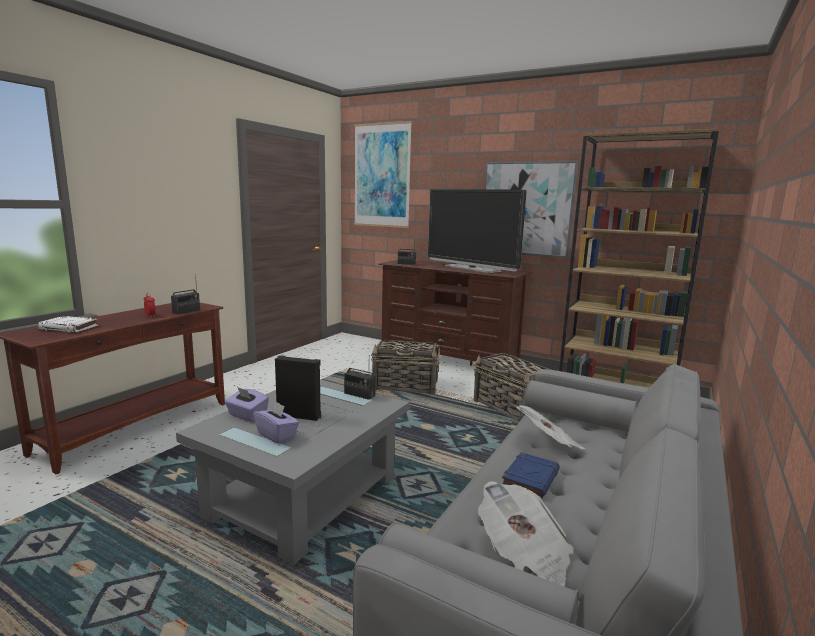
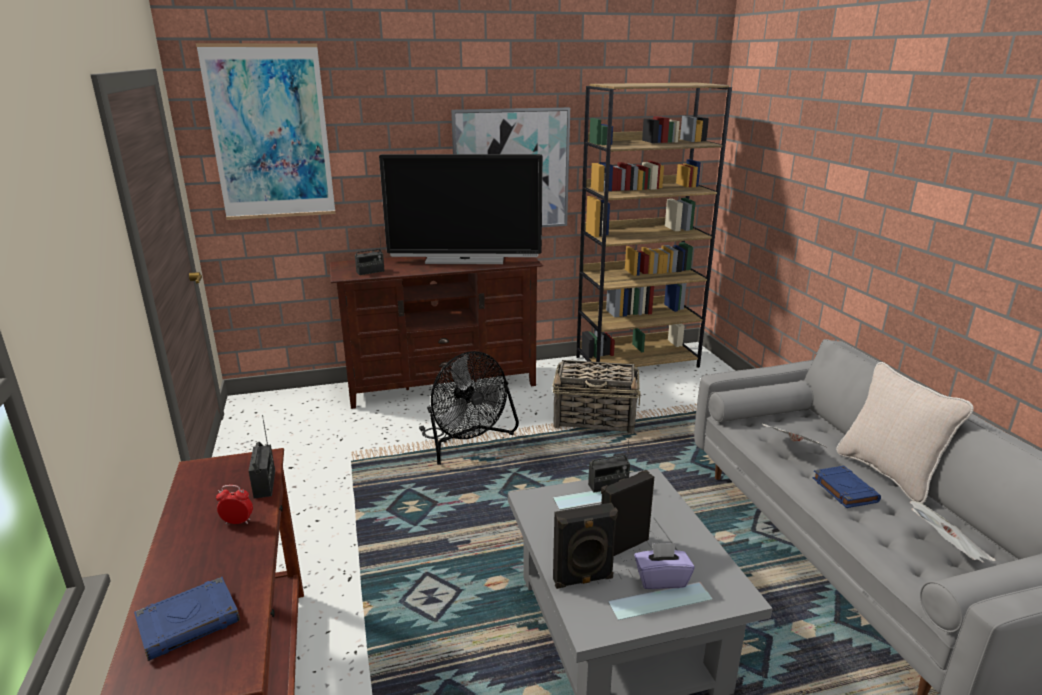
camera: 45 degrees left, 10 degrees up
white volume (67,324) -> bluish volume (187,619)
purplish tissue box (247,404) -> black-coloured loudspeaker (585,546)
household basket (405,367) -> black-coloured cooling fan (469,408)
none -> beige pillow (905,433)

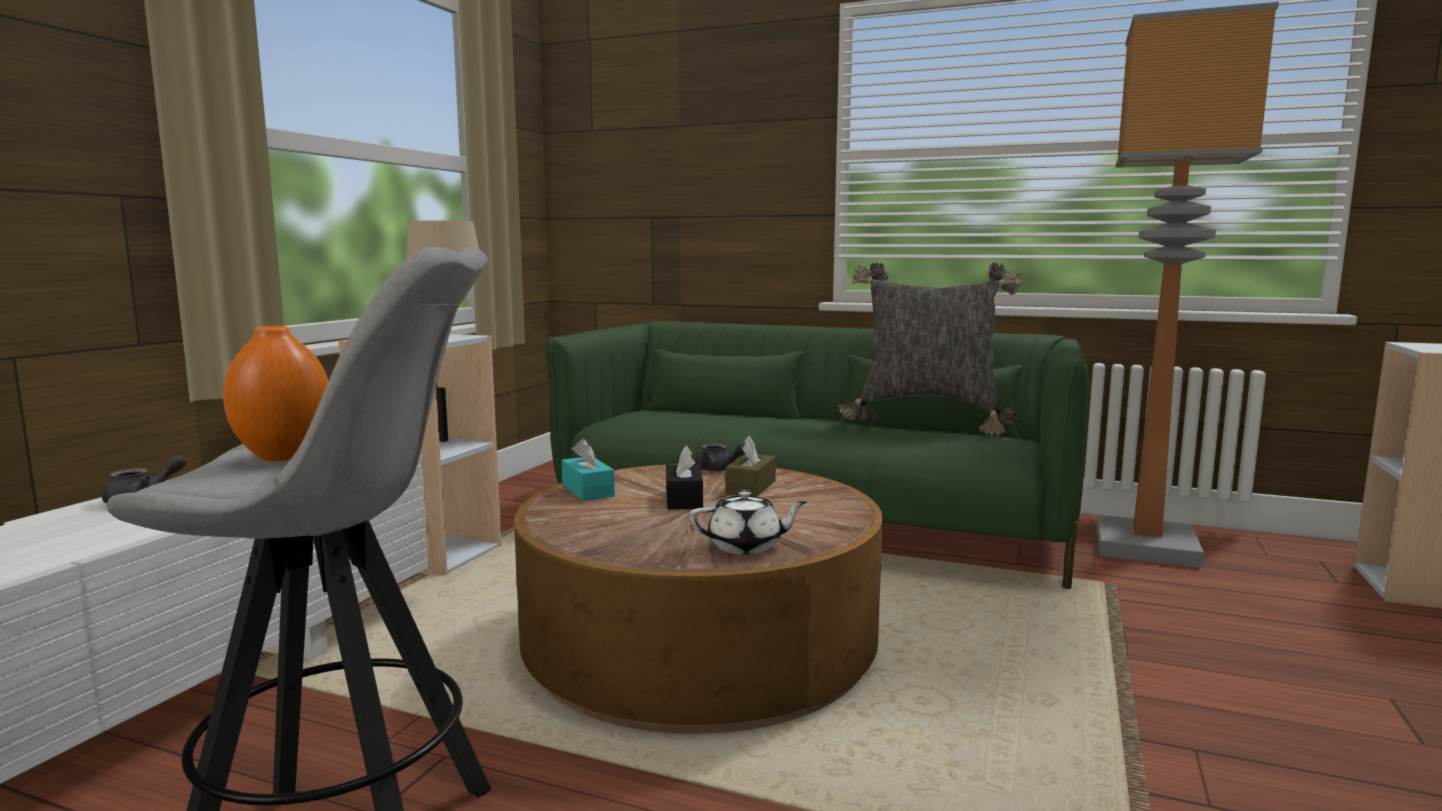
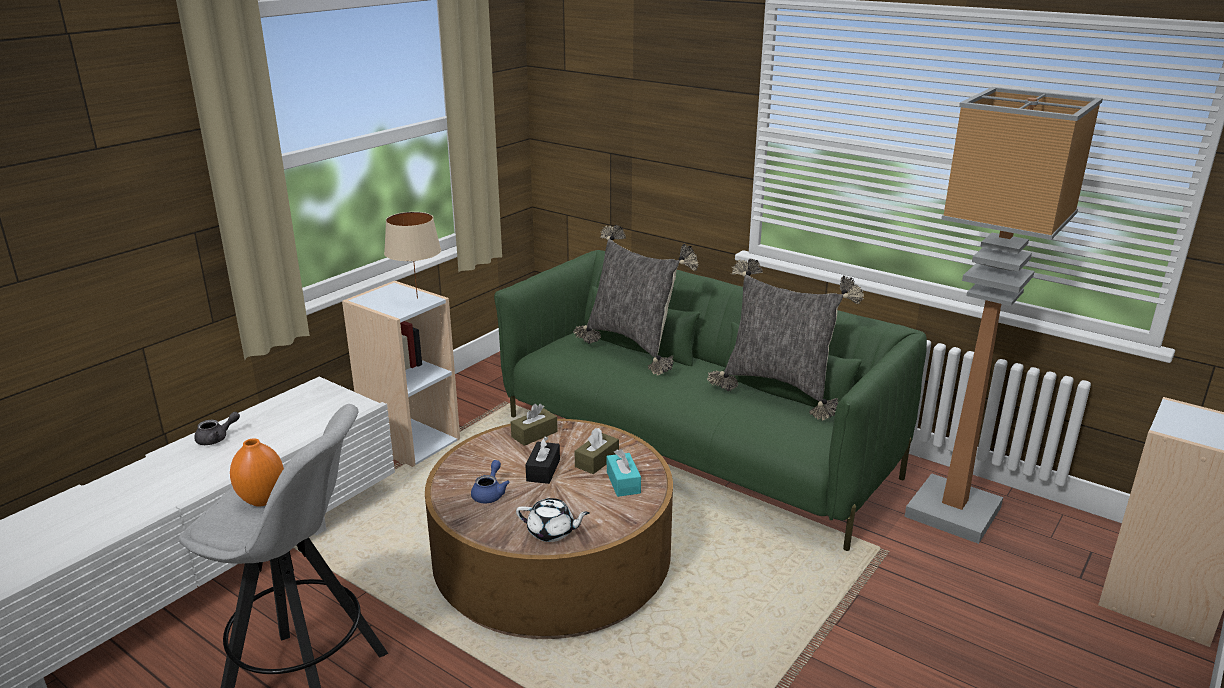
camera: 15 degrees right, 15 degrees up
turquoise-coloured tissue box (588,470) -> turquoise-coloured tissue box (624,473), shifted
grey teapot (720,457) -> none
none -> bluish teapot (490,481)
none -> brown-coloured tissue box (534,425)
none -> pillow (636,300)

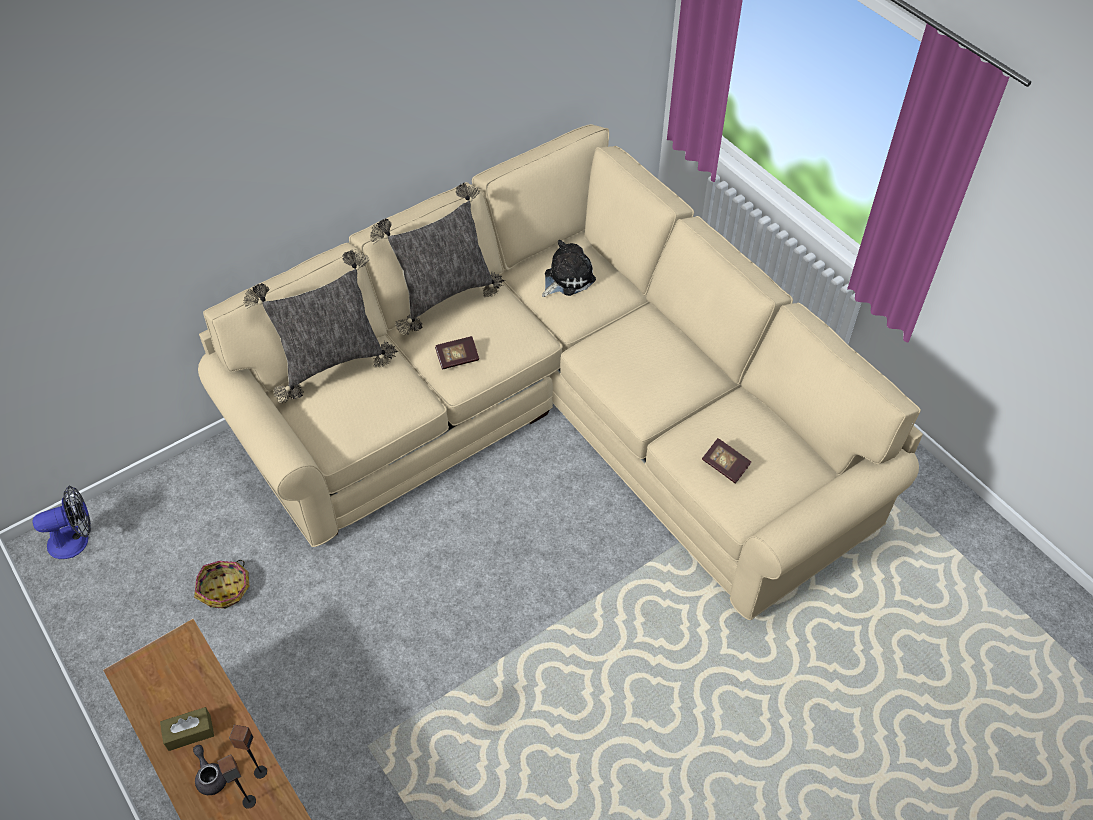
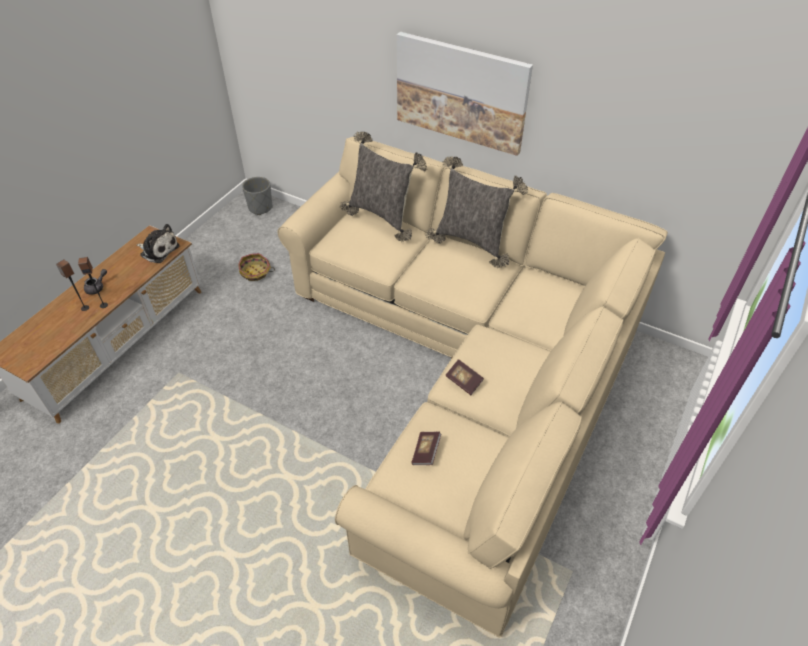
camera: 65 degrees right, 5 degrees down
cooling fan (61,522) -> grey planter (257,196)
brown-coloured tissue box (187,729) -> none
volume (457,353) -> volume (464,377), shifted
soft toy (569,268) -> soft toy (158,243), shifted
none -> wall art (465,94)

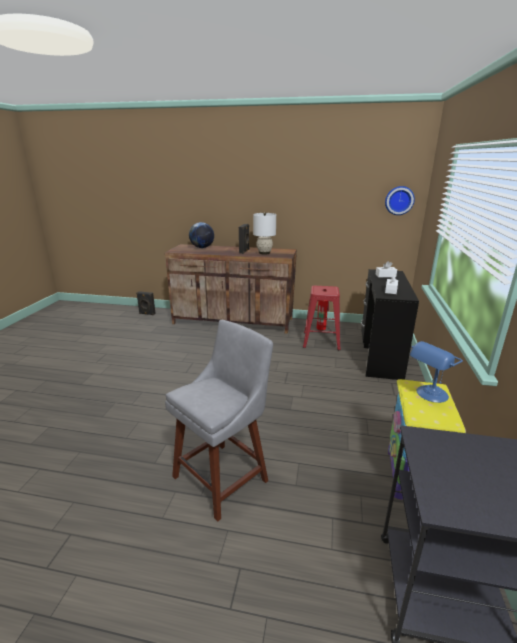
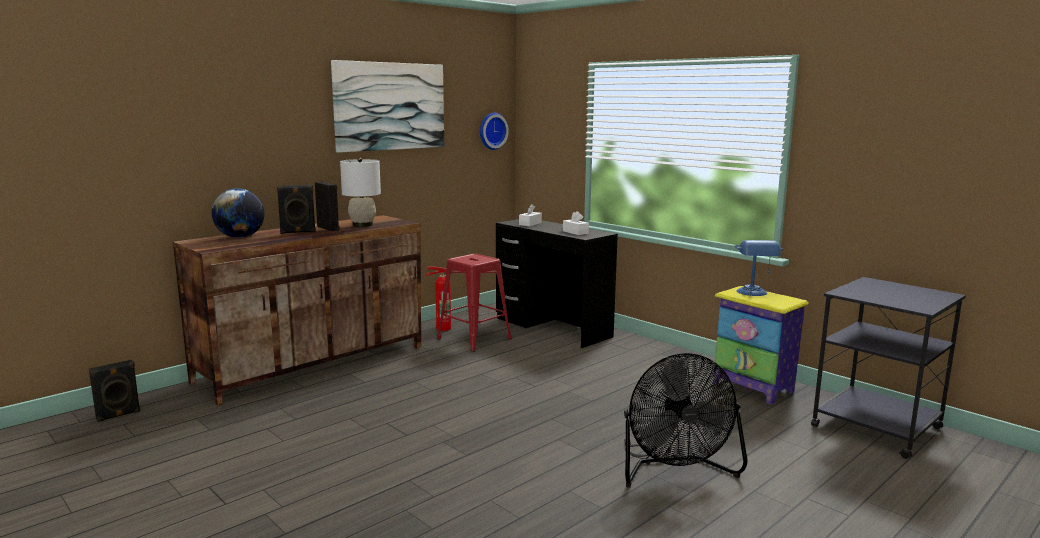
camera: 55 degrees left, 10 degrees down
grey plain chair (219,421) -> black-coloured cooling fan (686,420)
none -> black-coloured loudspeaker (296,209)
none -> wall art (387,106)

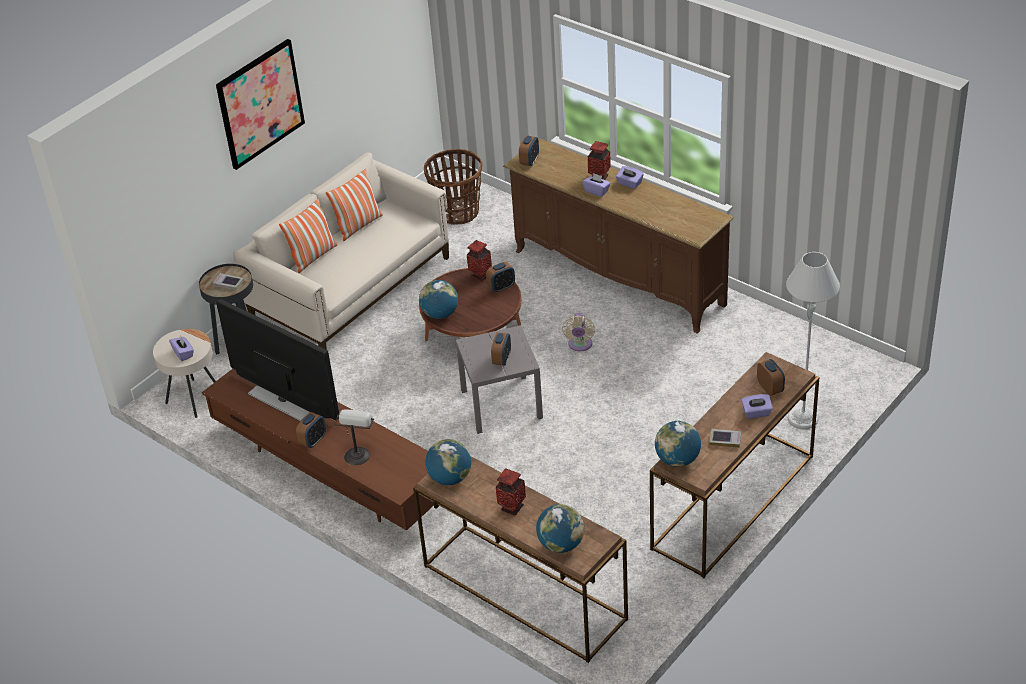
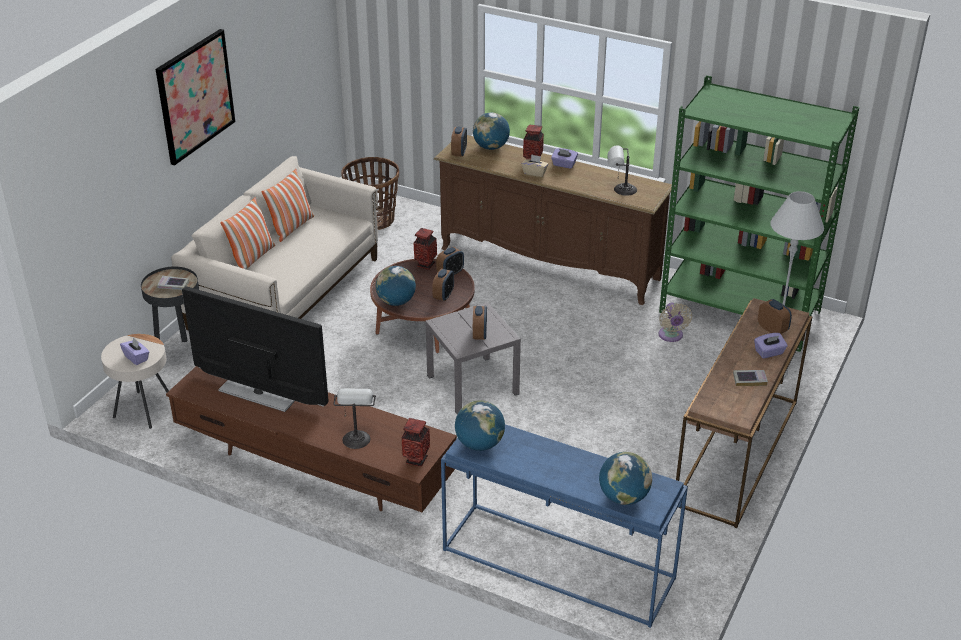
camera: 15 degrees left, 5 degrees down
alarm clock (311,430) -> alarm clock (443,285), shifted
brown-coloured console table (520,559) -> bluish console table (564,526)
flower vase (511,492) -> flower vase (416,442), shifted
beige cooling fan (578,332) -> beige cooling fan (675,322), shifted
purplish tissue box (596,185) -> beige tissue box (535,165)
globe (678,444) -> globe (491,131), shifted
none -> lamp for a table (622,170)
none -> green-coloured bookshelf (759,213)

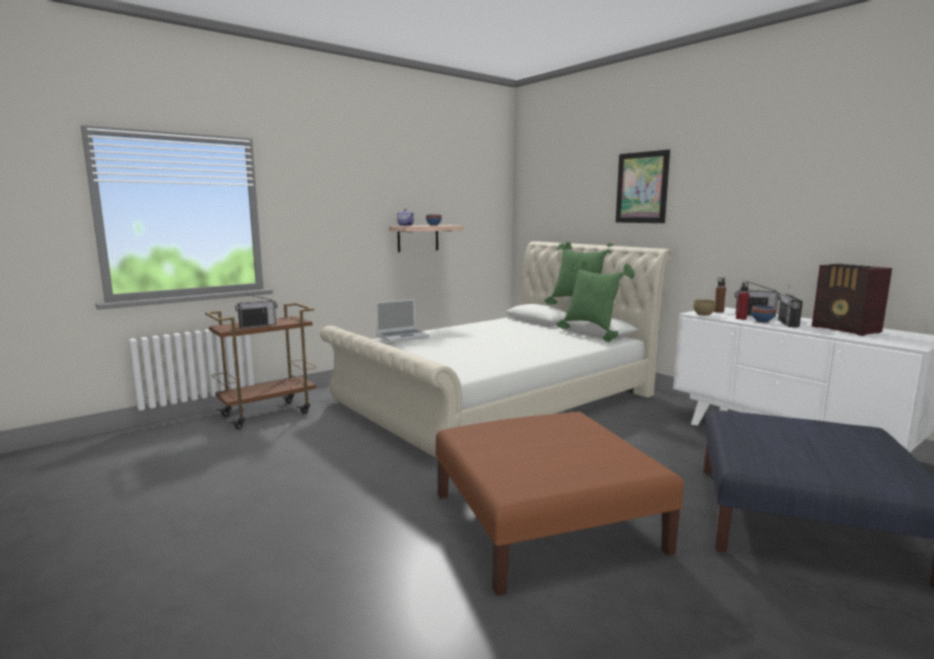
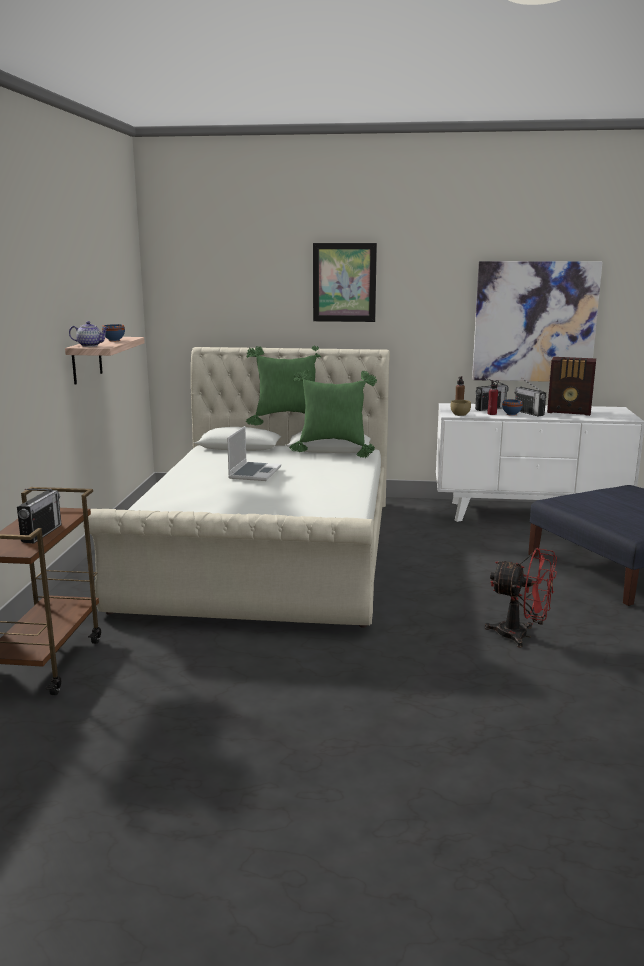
camera: 45 degrees left, 5 degrees up
portable computer (403,320) -> portable computer (254,453), shifted
brown-coloured pouffe (560,504) -> red-coloured cooling fan (521,598)
none -> wall art (537,321)

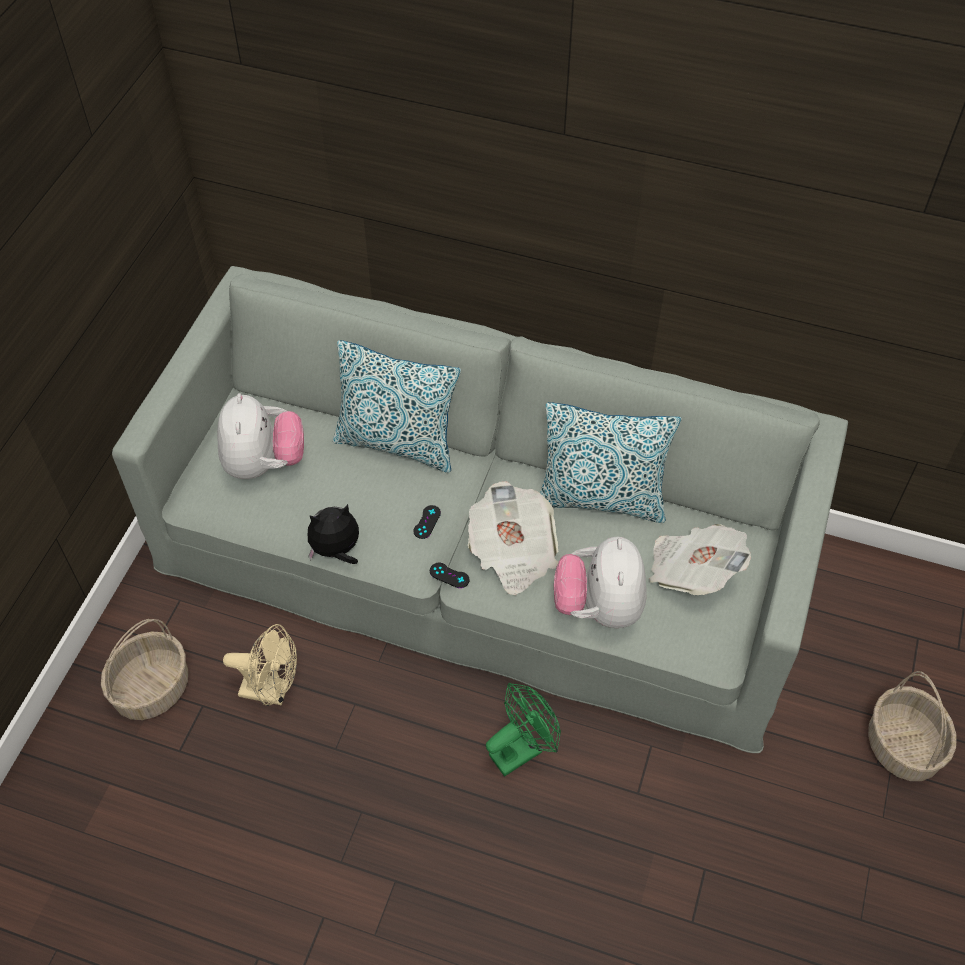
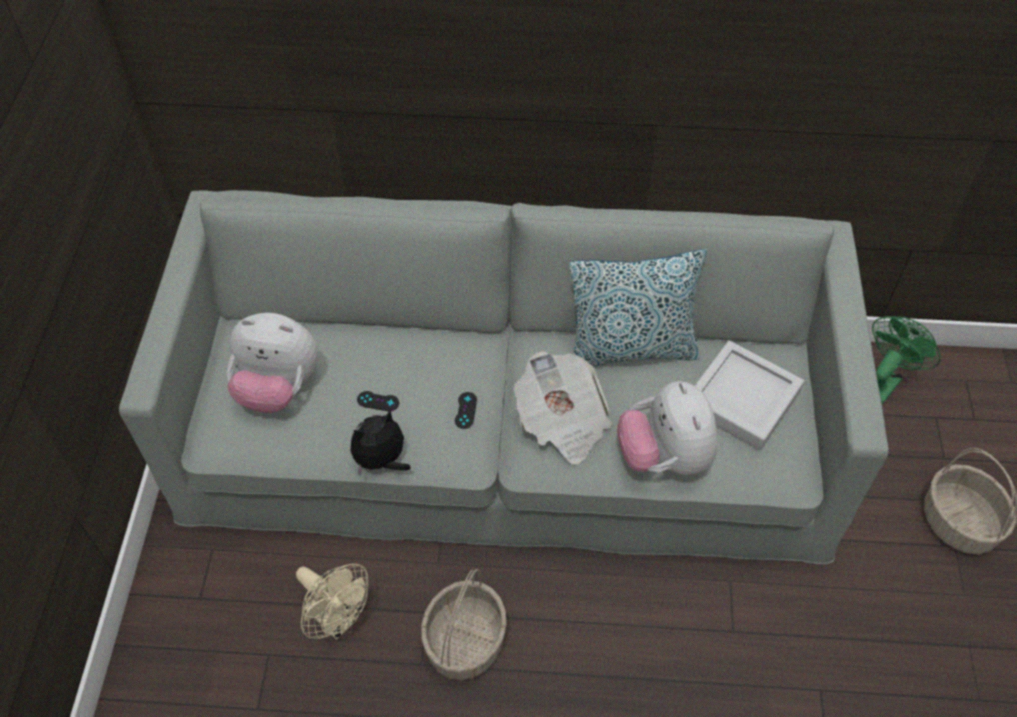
camera: 15 degrees left, 0 degrees up
household basket (144,669) -> household basket (464,624), shifted
soft toy (260,436) -> soft toy (272,363), 120 degrees clockwise
beige cooling fan (260,665) -> beige cooling fan (332,602), 45 degrees clockwise
pillow (397,406) -> none
black-coloured joypad (450,575) -> black-coloured joypad (378,401), shifted
green-coloured cooling fan (523,729) -> green-coloured cooling fan (906,360), shifted
newspaper (700,559) -> grey carrying tray (749,395)

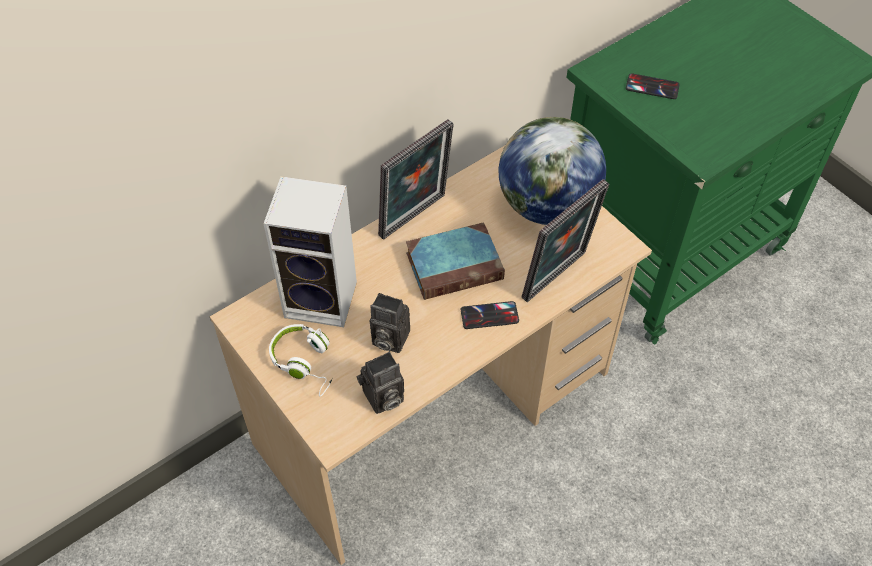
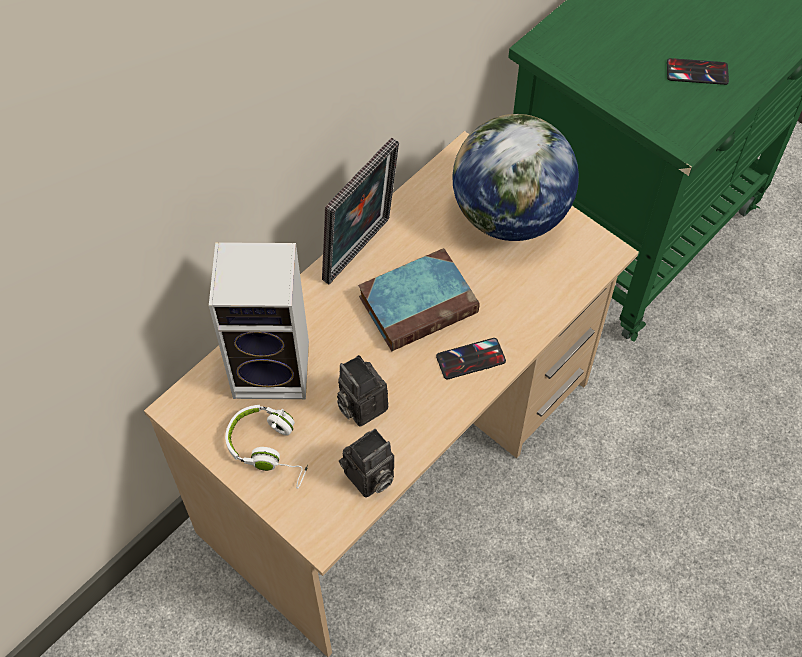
camera: 10 degrees left, 5 degrees up
still camera (390,323) -> still camera (362,390), 45 degrees clockwise
standing frame (565,240) -> none
phone (653,86) -> phone (698,71), shifted

